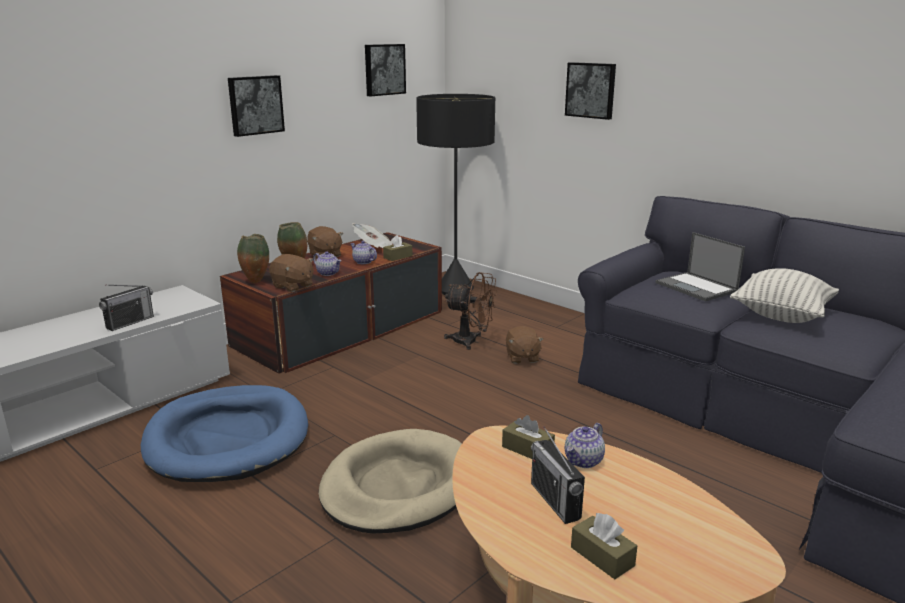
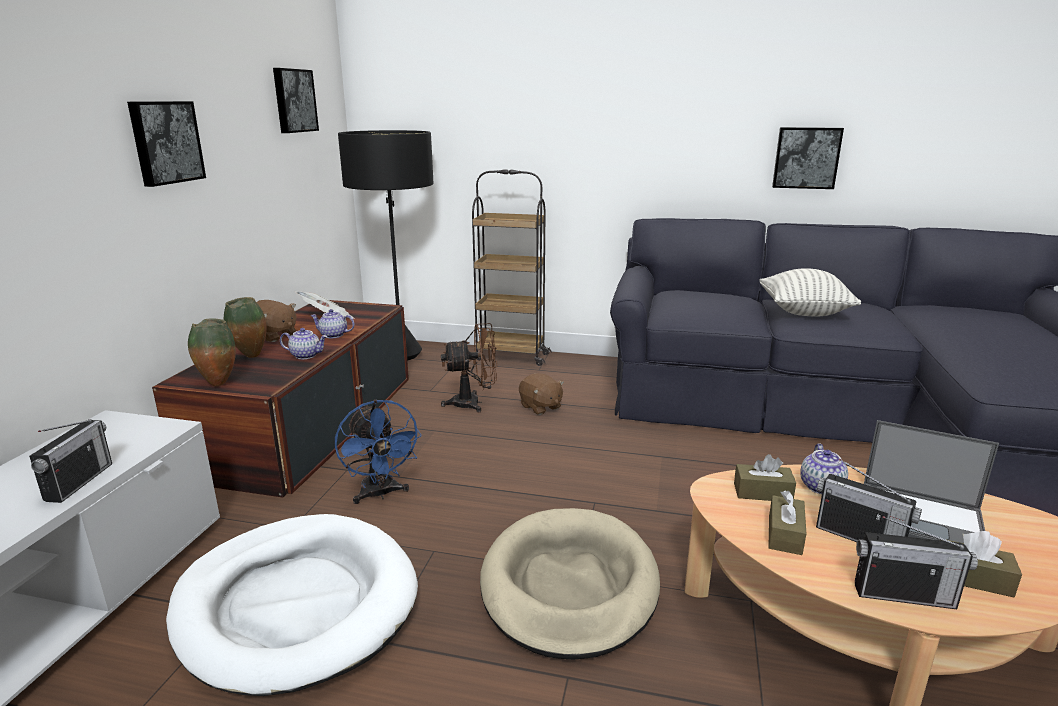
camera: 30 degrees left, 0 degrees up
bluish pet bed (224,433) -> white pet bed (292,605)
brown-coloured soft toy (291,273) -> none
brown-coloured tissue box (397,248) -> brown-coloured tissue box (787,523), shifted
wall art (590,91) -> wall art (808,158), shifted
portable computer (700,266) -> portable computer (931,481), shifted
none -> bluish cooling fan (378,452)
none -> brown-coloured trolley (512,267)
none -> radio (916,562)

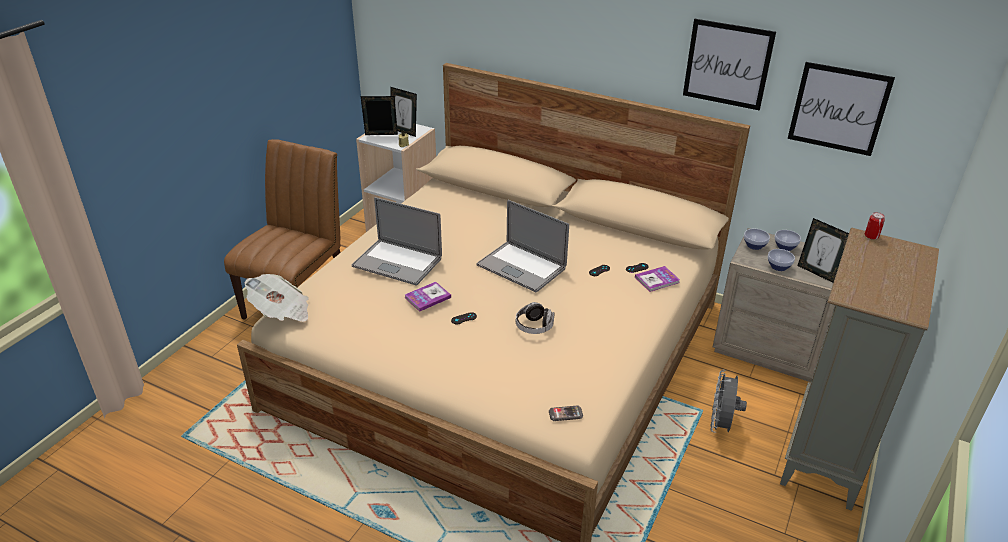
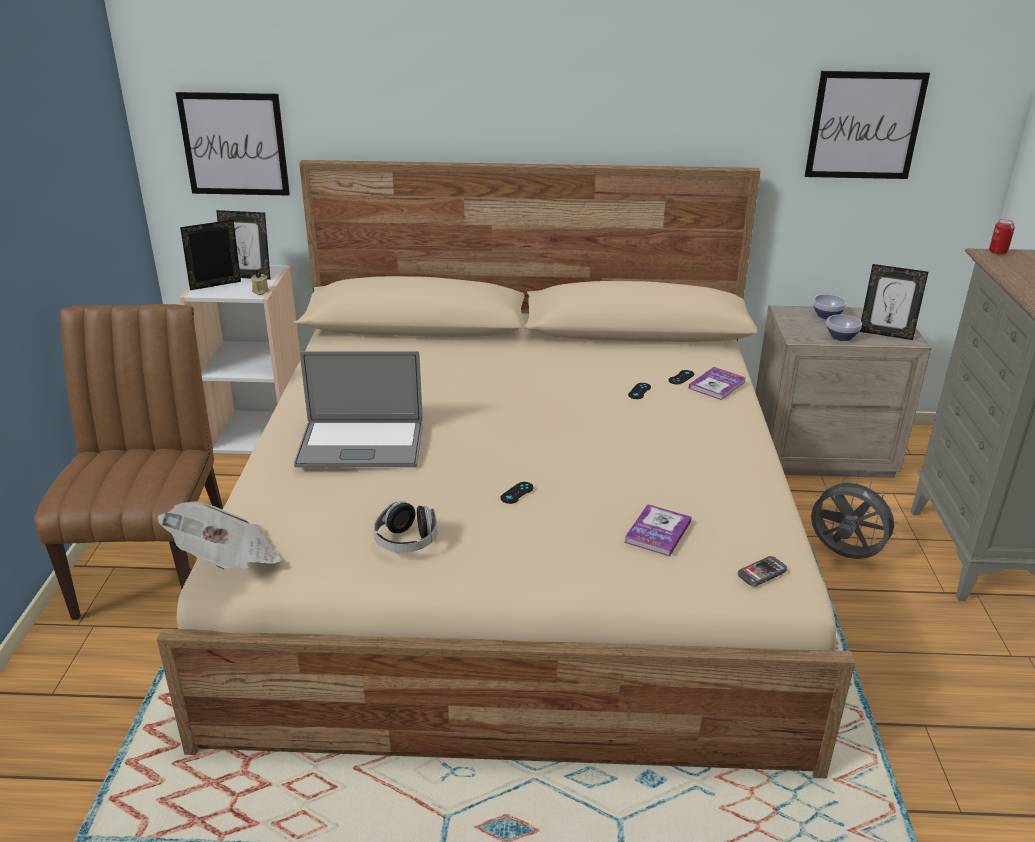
camera: 25 degrees left, 5 degrees down
volume (428,297) -> volume (657,530), shifted
portable computer (522,246) -> none
headphones (535,318) -> headphones (405,527), shifted
wall art (729,64) -> wall art (233,144), shifted
grey cooling fan (728,401) -> grey cooling fan (856,518), 135 degrees clockwise
bowl (757,239) -> none

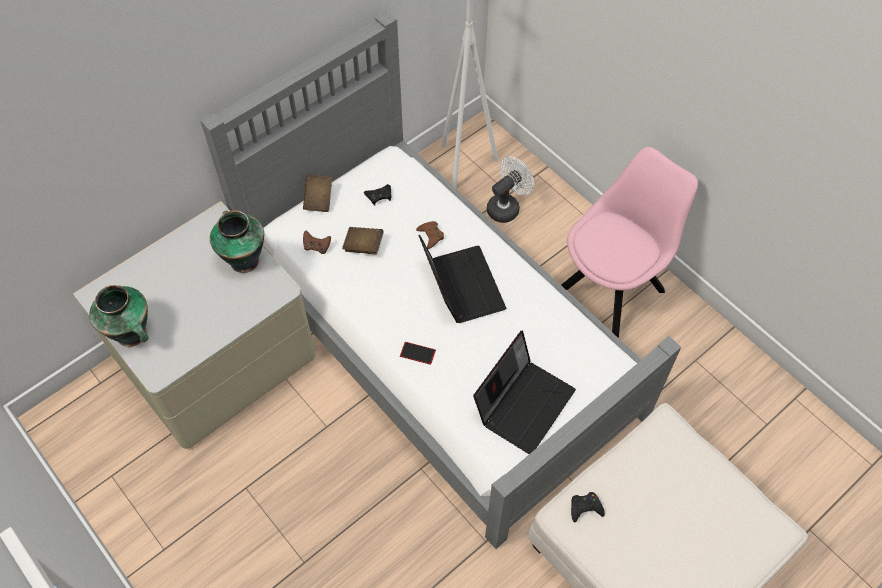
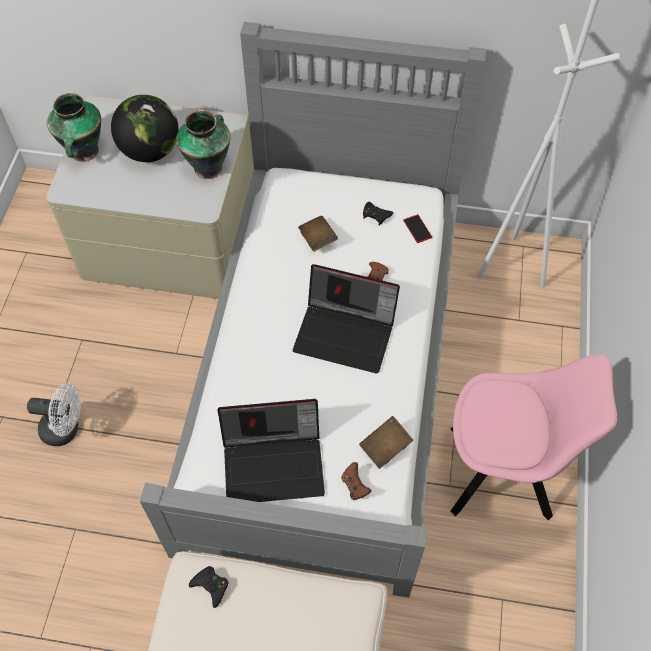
camera: 50 degrees right, 0 degrees up
brown-coloured volume (317,193) -> brown-coloured volume (386,442), shifted
brown-coloured joypad (317,242) -> brown-coloured joypad (356,481), shifted
phone (418,353) -> phone (417,228), shifted
portable computer (462,278) -> portable computer (346,318), 75 degrees clockwise
white cooling fan (510,190) -> white cooling fan (54,414), shifted
none -> globe (145,128)

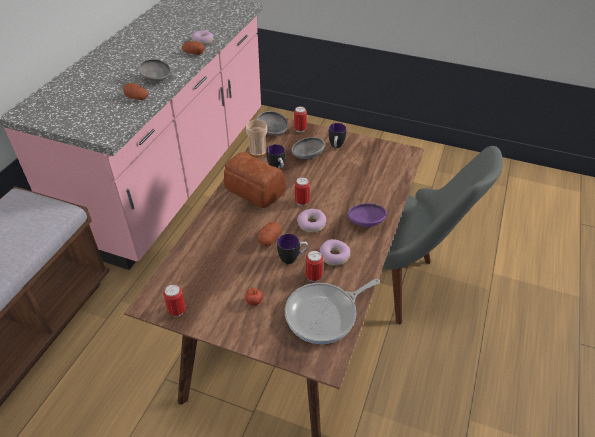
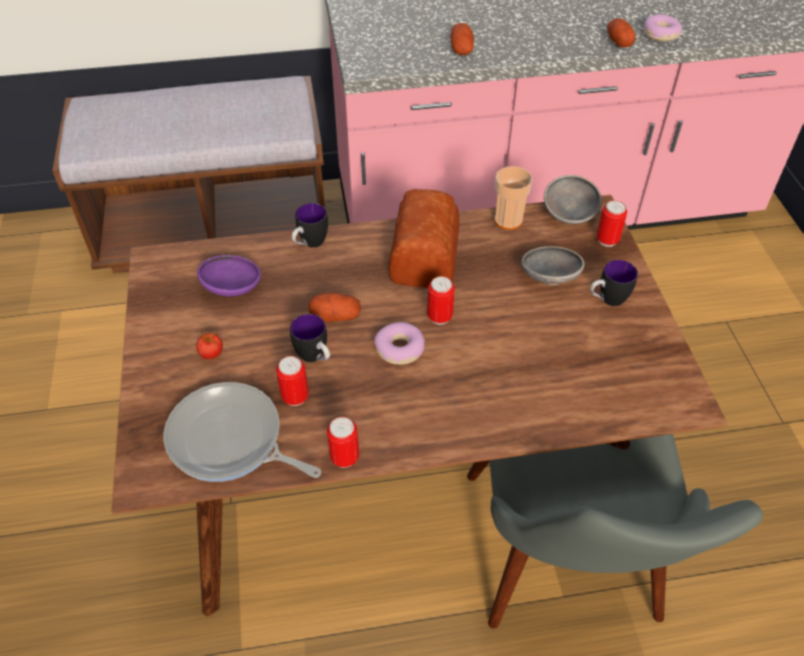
camera: 60 degrees right, 5 degrees up
grey bowl (154,70) -> none
metal can (174,300) -> metal can (343,442), shifted
coffee mug (276,156) -> coffee mug (310,225), shifted
ring doughnut (334,252) -> none
purplish bowl (367,215) -> purplish bowl (229,275), shifted

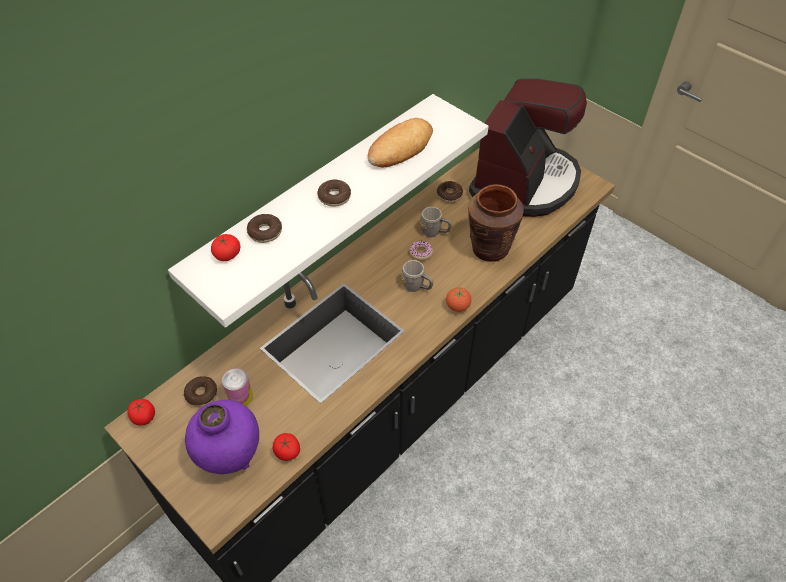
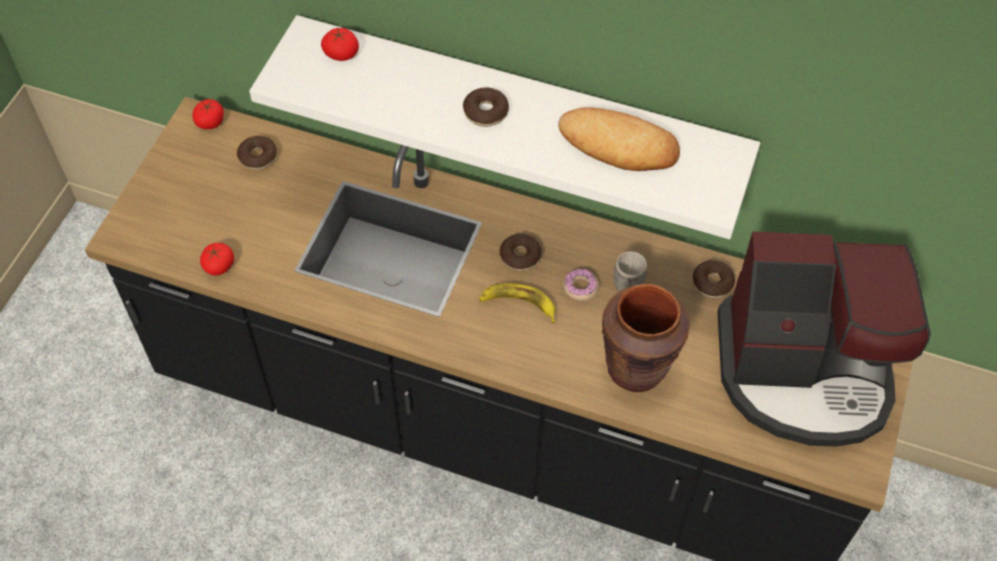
camera: 65 degrees right, 5 degrees up
purplish flower vase (222,437) -> none
metal can (237,387) -> none
ring doughnut (264,228) -> ring doughnut (520,252), shifted
grey coffee mug (417,276) -> banana (517,303)
fresh tomato (458,299) -> none

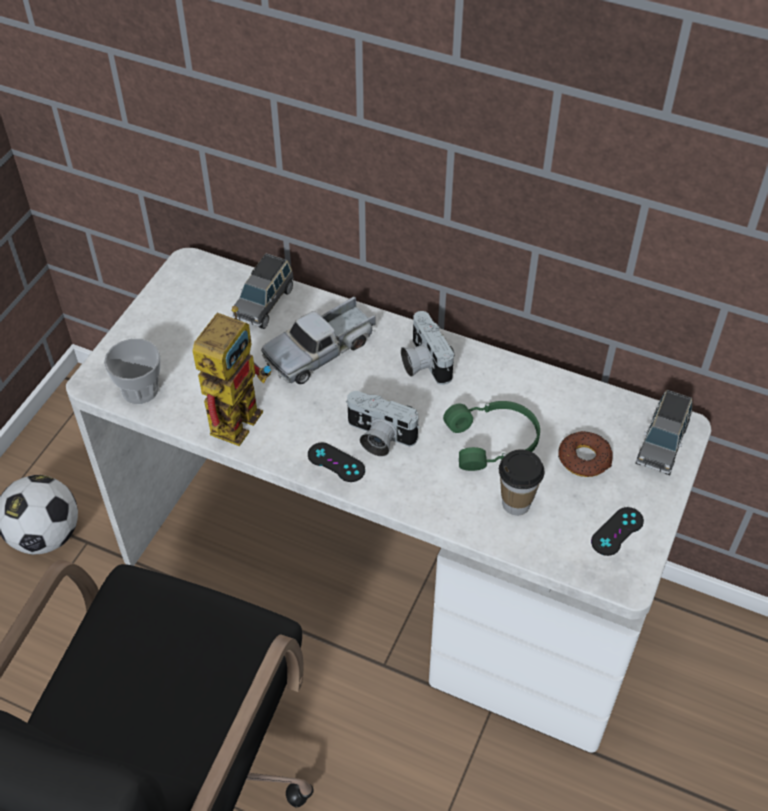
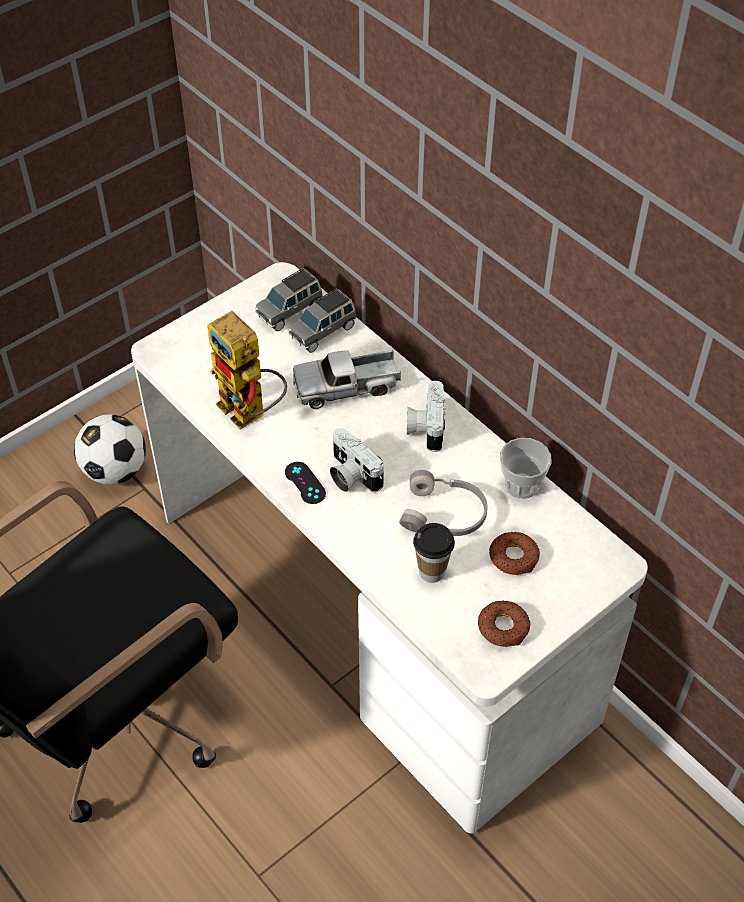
camera: 25 degrees right, 0 degrees up
small cup (132,371) -> small cup (526,468), shifted
toy robot (232,376) -> toy robot (247,370), 90 degrees clockwise
green-coloured headphones (491,436) -> grey headphones (443,503)
black-coloured joypad (617,531) -> ring doughnut (504,624)
grey miniature car (664,432) -> grey miniature car (289,299), shifted

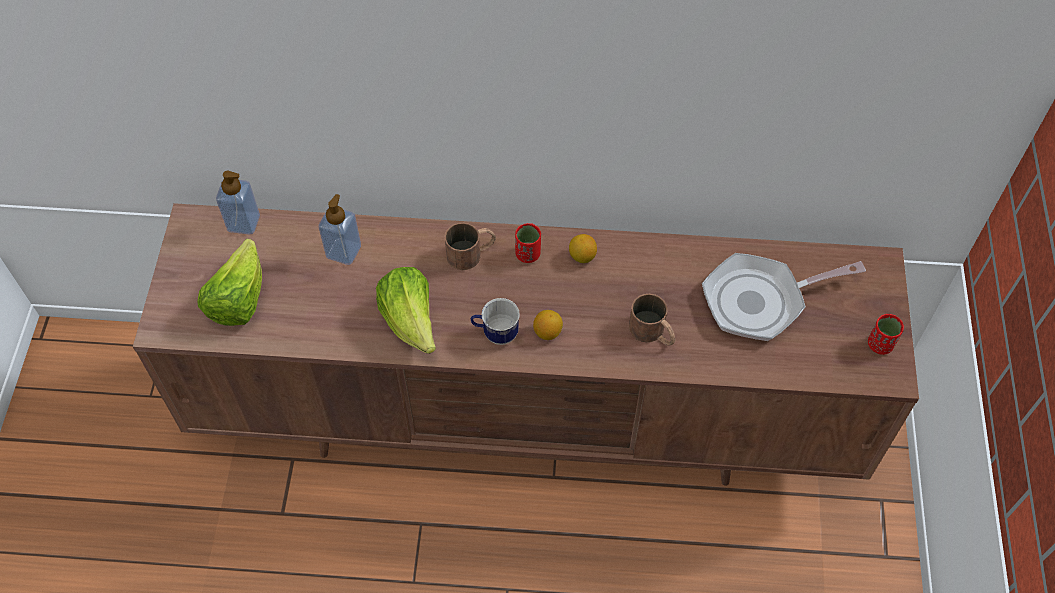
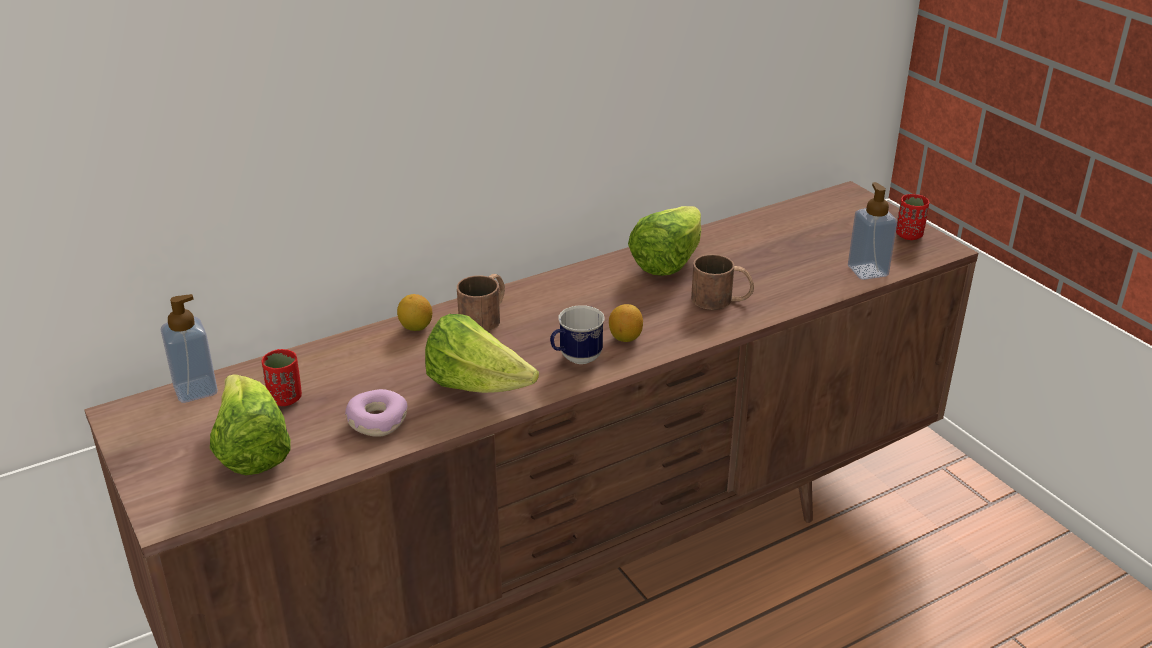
camera: 35 degrees left, 25 degrees down
soap bottle (340,229) -> soap bottle (872,231), shifted
red-coloured small cup (528,243) -> red-coloured small cup (281,377), shifted
whole lemon (583,248) -> whole lemon (414,312), shifted
pan (784,297) -> none
none -> ring doughnut (376,413)
none -> head of lettuce (664,241)

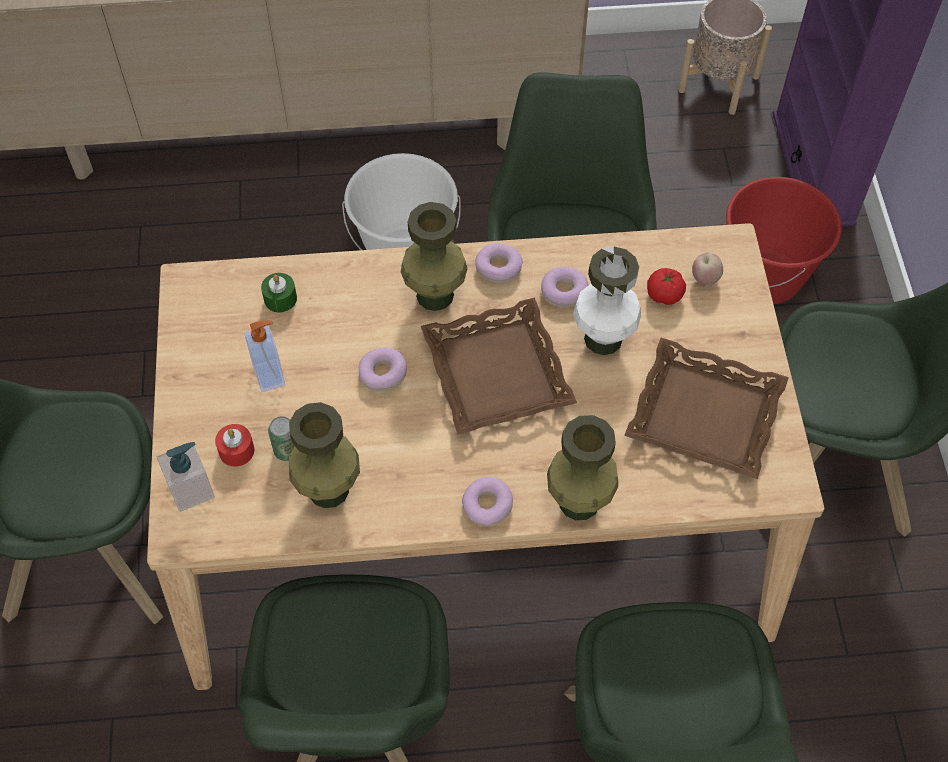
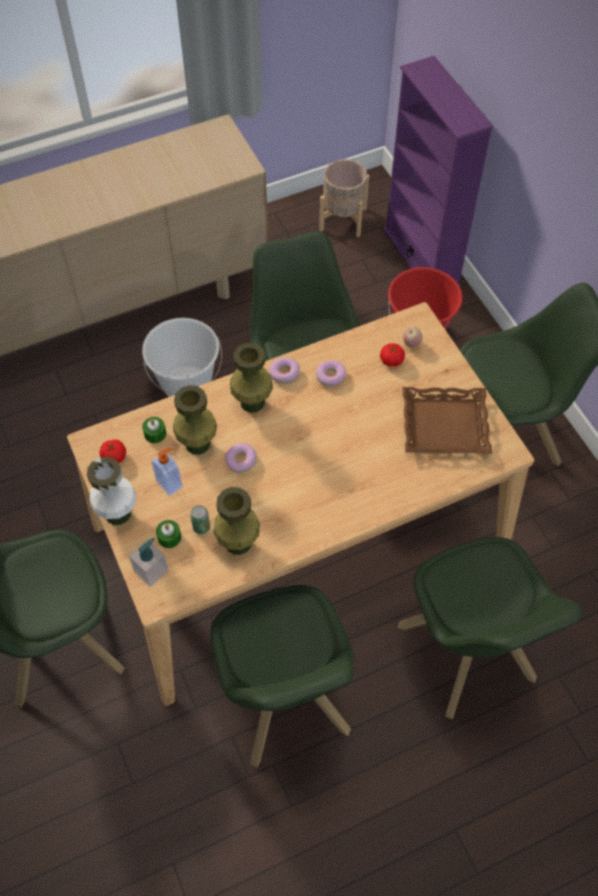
camera: 20 degrees left, 0 degrees up
red-coloured candle (234,445) -> green-coloured candle (168,534)
brown-coloured carrying tray (499,366) -> none
ring doughnut (487,502) -> none
green-coloured flower vase (582,467) -> green-coloured flower vase (195,420), shifted
white flower vase (607,300) -> white flower vase (111,491), shifted
none -> fresh tomato (112,451)

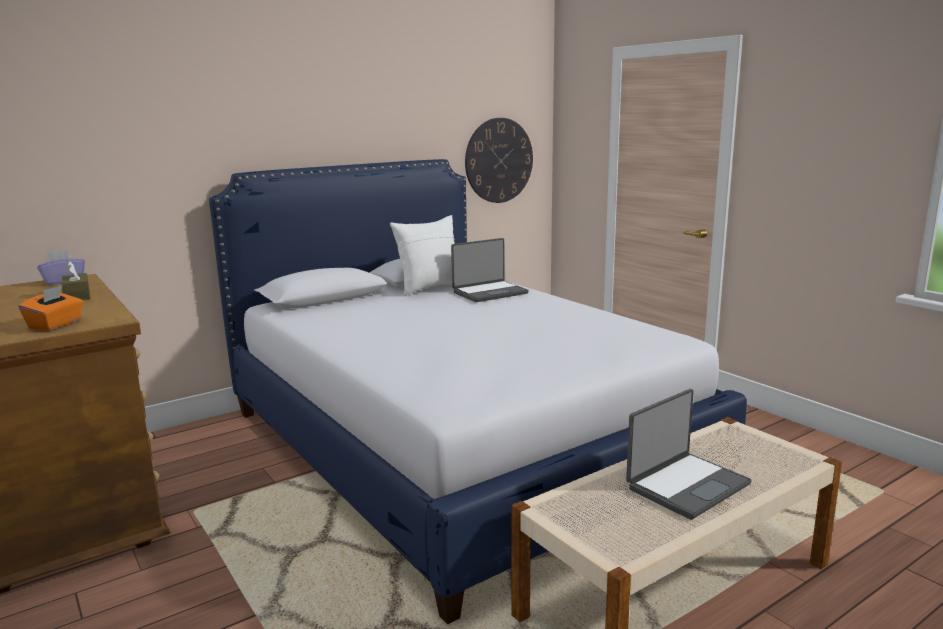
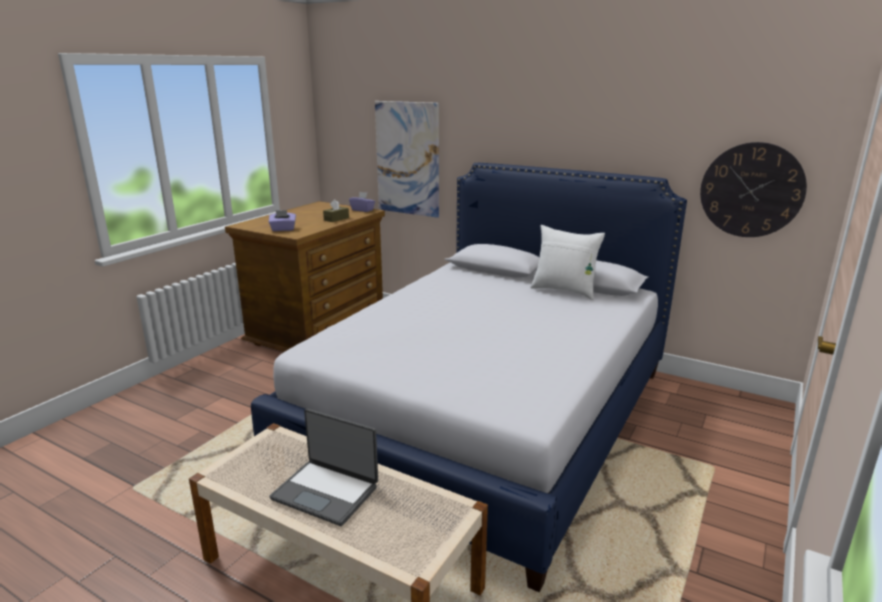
camera: 65 degrees right, 5 degrees up
orangey tissue box (50,308) -> purplish tissue box (282,220)
portable computer (490,270) -> none
none -> wall art (407,159)

